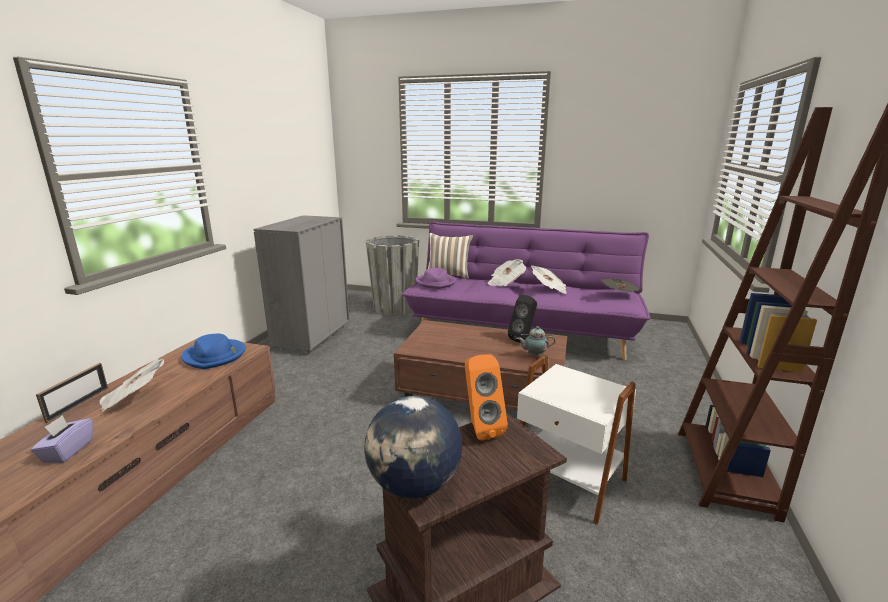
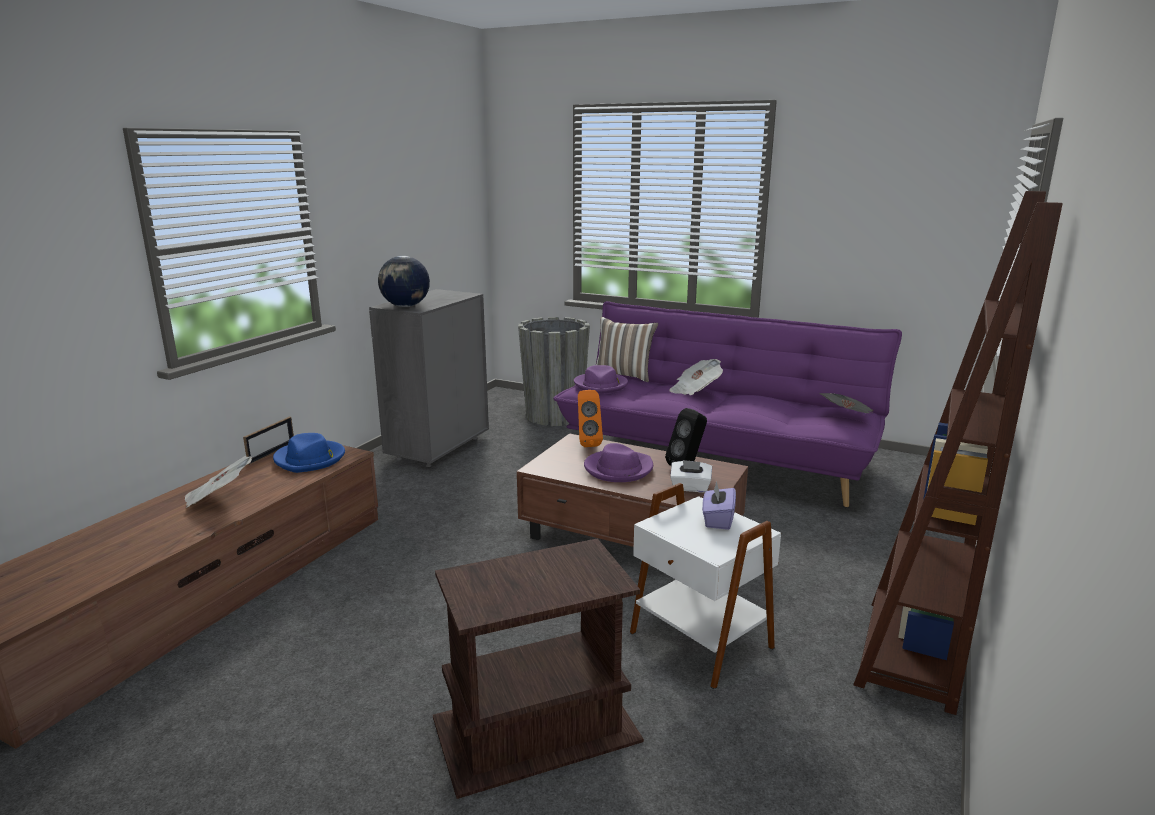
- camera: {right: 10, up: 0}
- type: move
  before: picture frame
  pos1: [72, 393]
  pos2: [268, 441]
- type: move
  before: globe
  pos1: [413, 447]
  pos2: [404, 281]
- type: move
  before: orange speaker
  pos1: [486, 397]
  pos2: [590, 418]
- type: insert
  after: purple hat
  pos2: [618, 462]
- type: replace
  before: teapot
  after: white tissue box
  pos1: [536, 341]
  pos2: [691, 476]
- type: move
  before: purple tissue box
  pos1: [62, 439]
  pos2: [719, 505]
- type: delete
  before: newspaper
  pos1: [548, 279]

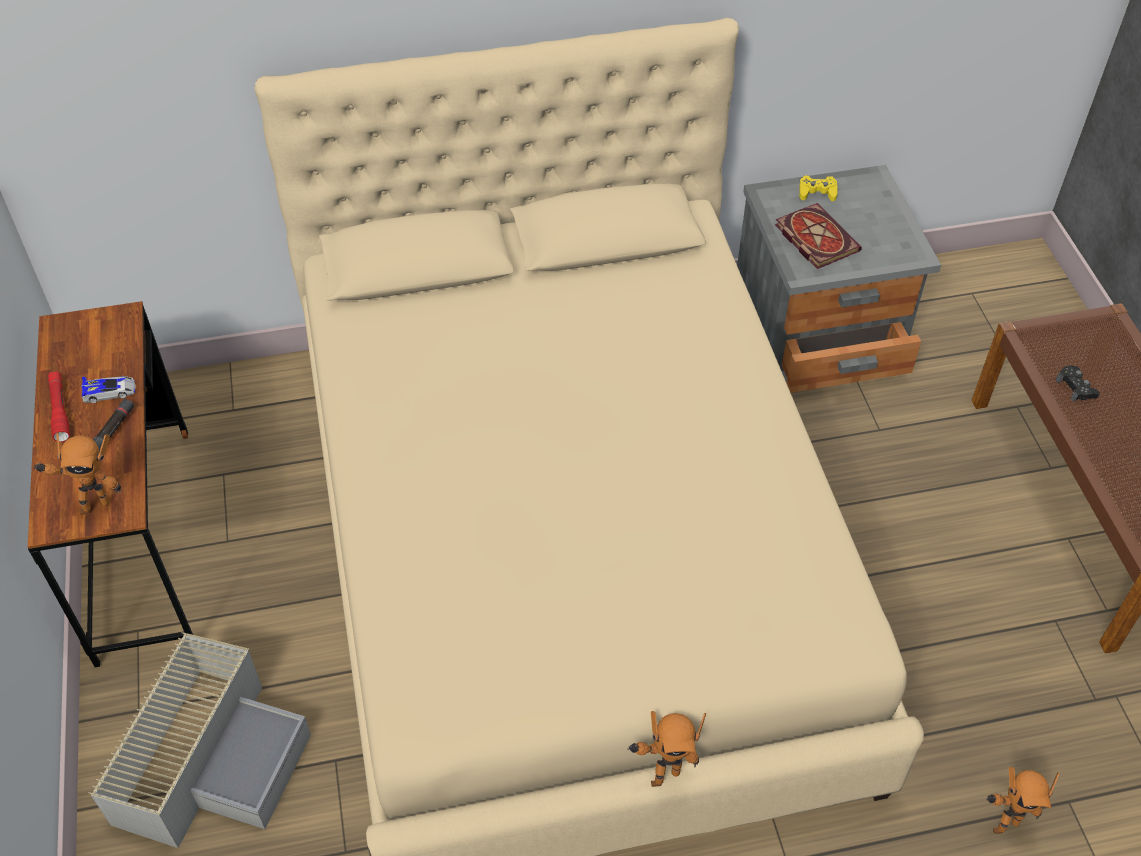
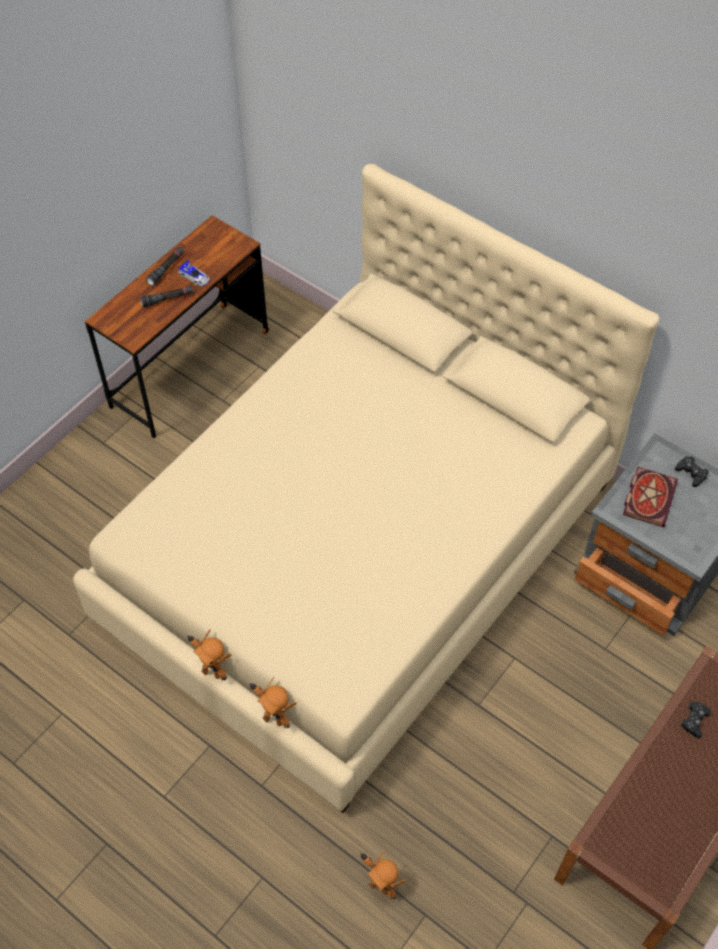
- camera: {right: 50, up: 5}
- type: recolor
  before: red flashlight
  after: black flashlight
  pos1: [59, 406]
  pos2: [165, 266]
- type: move
  before: toy robot
  pos1: [77, 473]
  pos2: [273, 703]
- type: recolor
  before: yellow game controller
  after: black game controller
  pos1: [818, 188]
  pos2: [692, 471]
- type: delete
  before: grey storage box
  pos1: [199, 740]

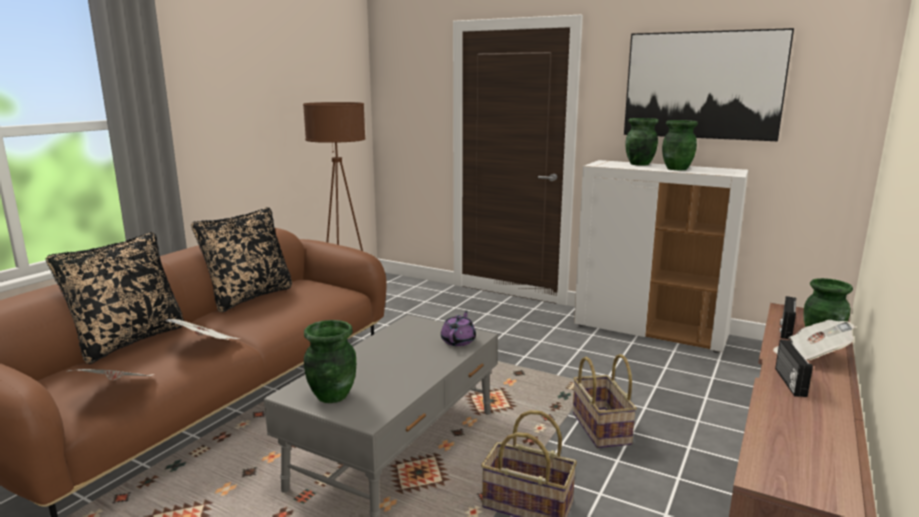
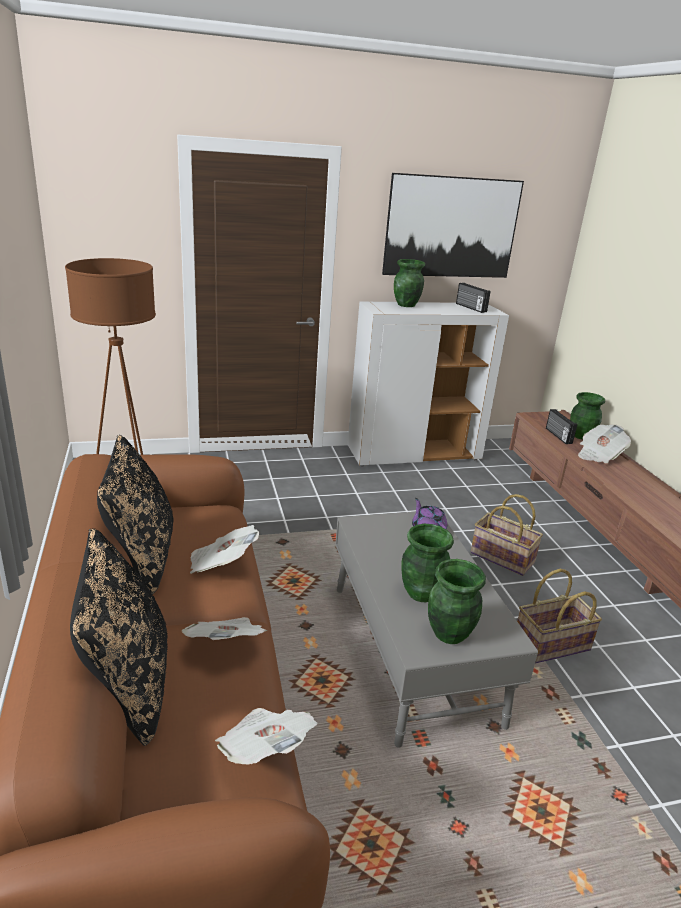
- camera: {right: -45, up: 10}
- type: insert
  after: newspaper
  pos2: [224, 549]
- type: move
  before: green vase
  pos1: [680, 145]
  pos2: [427, 563]
- type: move
  before: radio
  pos1: [794, 368]
  pos2: [473, 298]

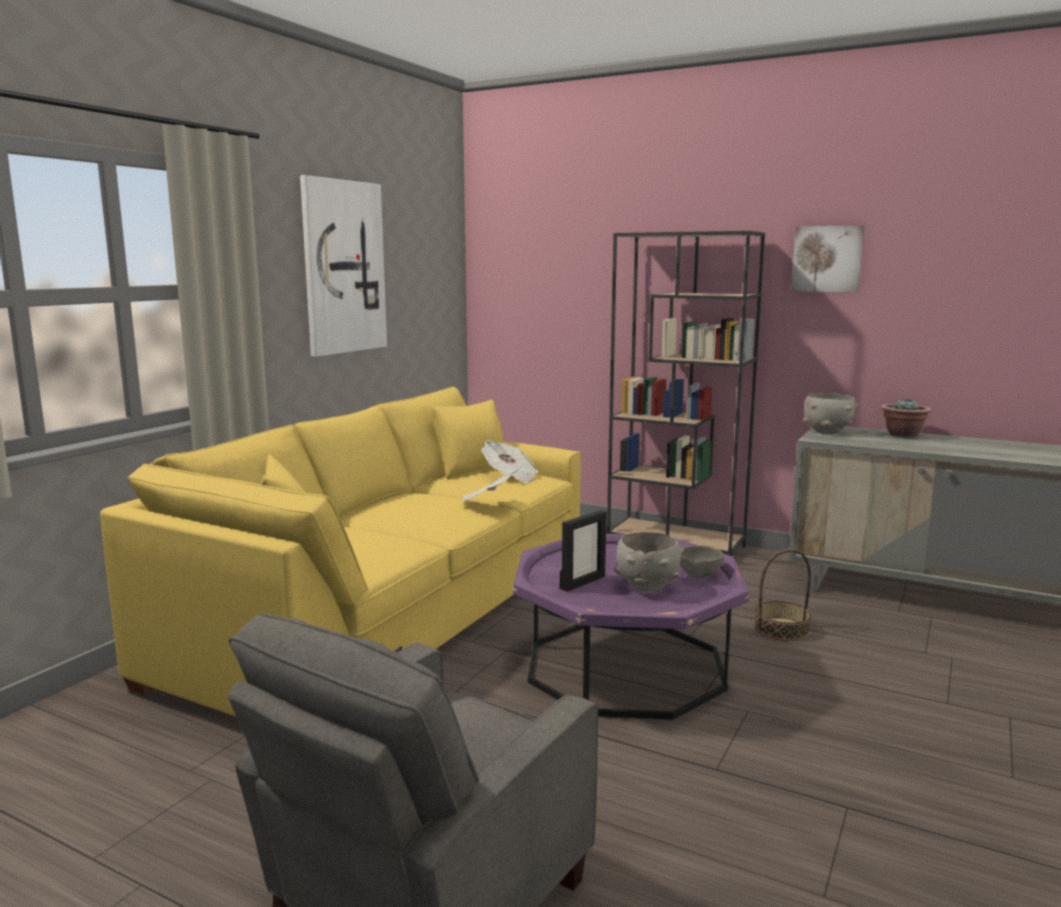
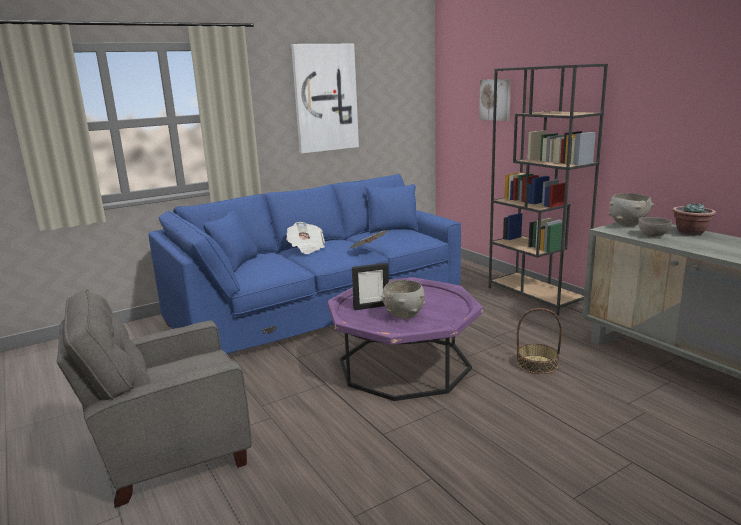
- camera: {right: 30, up: 5}
- type: recolor
  before: yellow sofa
  after: blue sofa
  pos1: [340, 551]
  pos2: [304, 264]
- type: move
  before: newspaper
  pos1: [510, 461]
  pos2: [305, 238]
- type: move
  before: picture
  pos1: [827, 259]
  pos2: [495, 100]
- type: move
  before: grey bowl
  pos1: [702, 561]
  pos2: [655, 226]

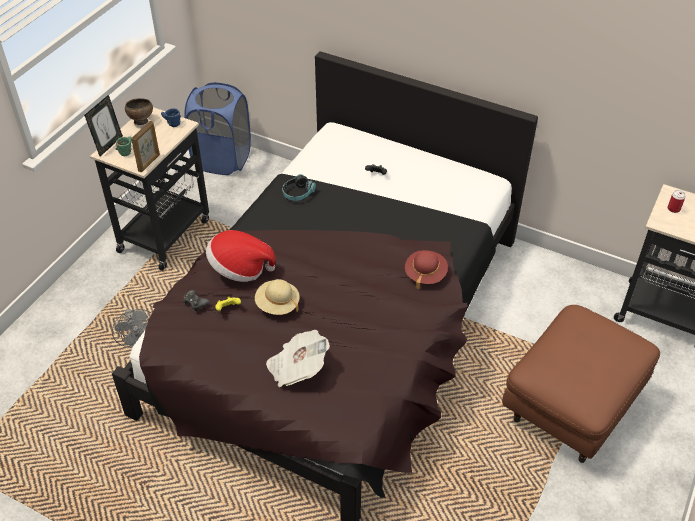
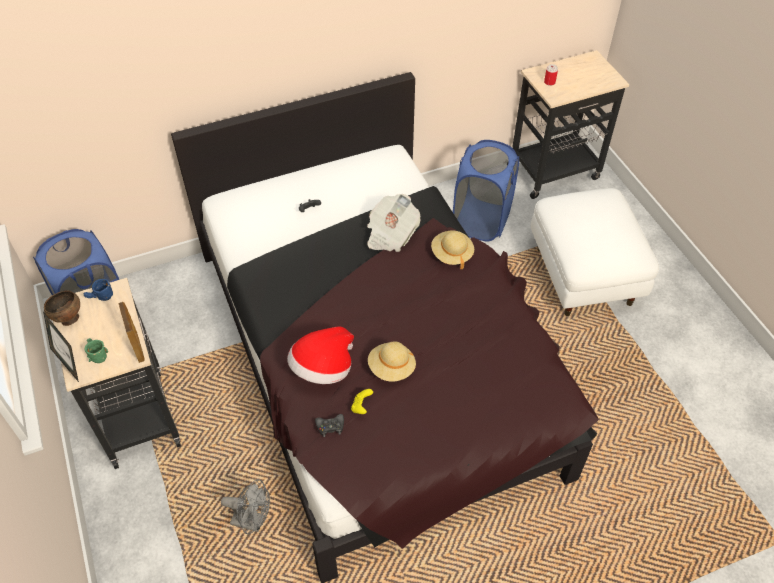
- camera: {right: -50, up: 5}
- type: move
  before: newspaper
  pos1: [298, 358]
  pos2: [394, 223]
- type: recolor
  before: red hat
  after: beige hat
  pos1: [426, 269]
  pos2: [452, 249]
- type: insert
  after: blue laundry basket
  pos2: [486, 191]
- type: recolor
  before: brown ottoman
  after: white ottoman
  pos1: [581, 384]
  pos2: [595, 252]
- type: delete
  before: headphones
  pos1: [299, 187]

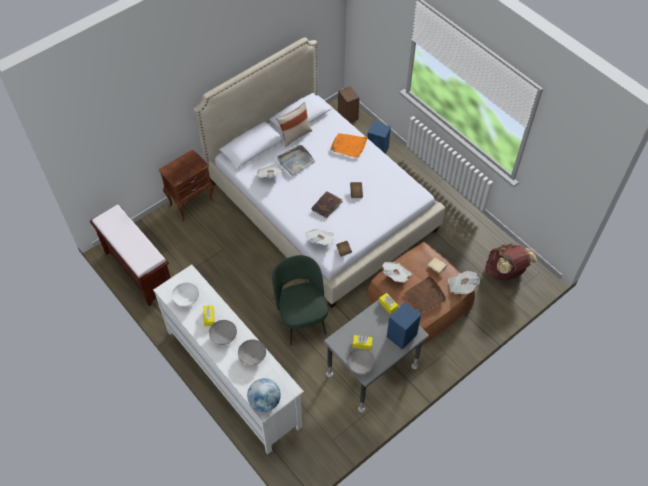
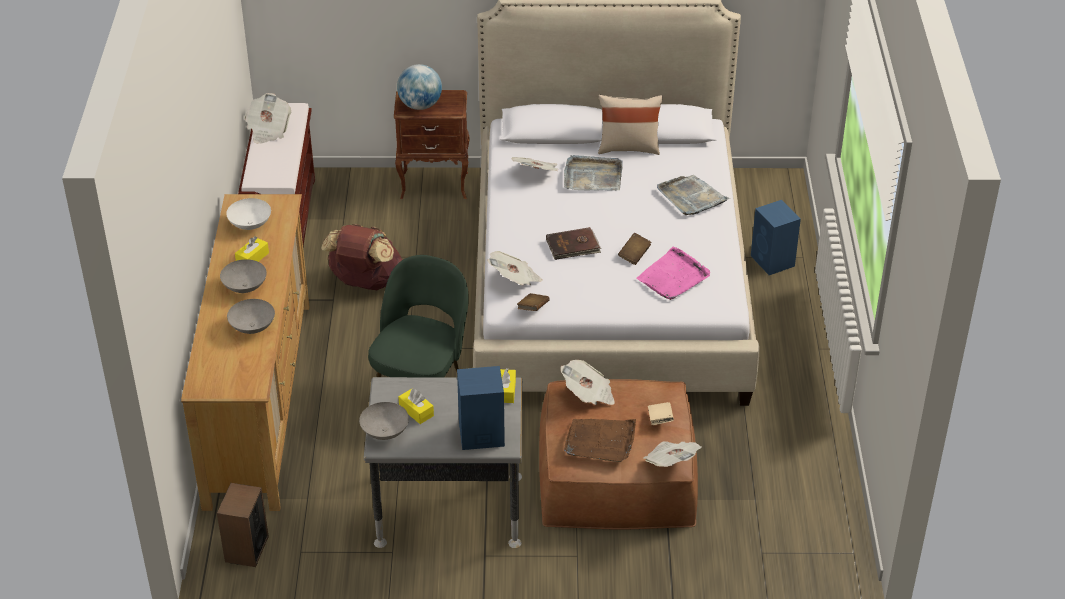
- camera: {right: 40, up: -15}
- type: recolor
  before: white dresser
  after: brown dresser
  pos1: [228, 359]
  pos2: [245, 352]
- type: move
  before: speaker
  pos1: [348, 104]
  pos2: [243, 525]
- type: insert
  after: newspaper
  pos2: [268, 118]
- type: move
  before: brown backpack
  pos1: [511, 262]
  pos2: [362, 257]
- type: move
  before: globe
  pos1: [264, 395]
  pos2: [419, 87]
- type: insert
  after: pink tray
  pos2: [673, 273]
- type: recolor
  before: orange tray
  after: grey tray
  pos1: [349, 145]
  pos2: [693, 195]

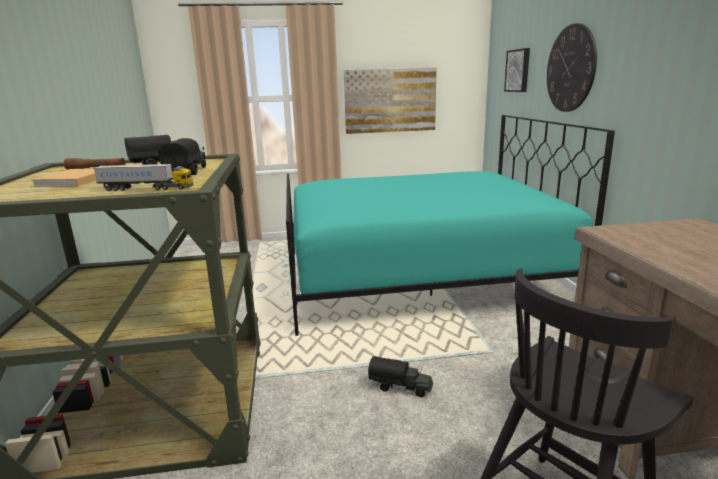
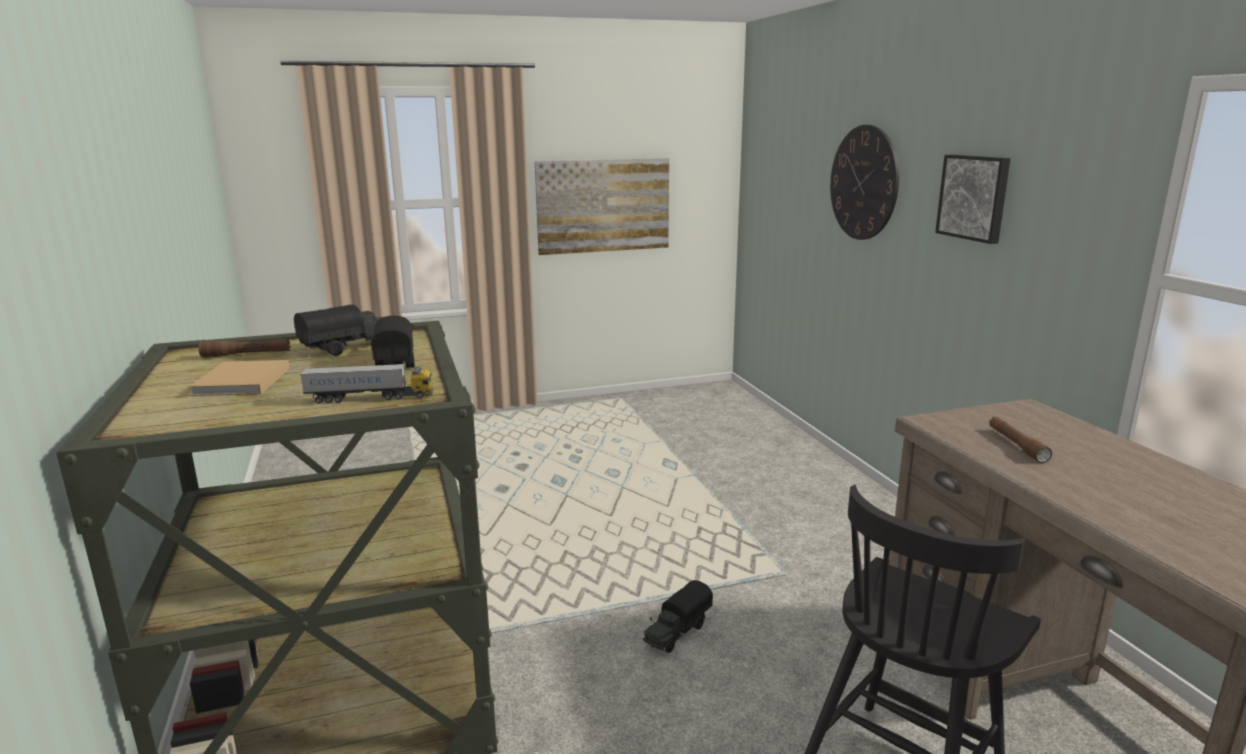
- camera: {right: -10, up: 0}
- type: rotate
  before: toy truck
  pos1: [400, 376]
  pos2: [678, 616]
  turn: 120
- type: move
  before: picture
  pos1: [517, 70]
  pos2: [973, 199]
- type: insert
  after: brown flashlight
  pos2: [1020, 440]
- type: delete
  before: turquoise bed
  pos1: [450, 225]

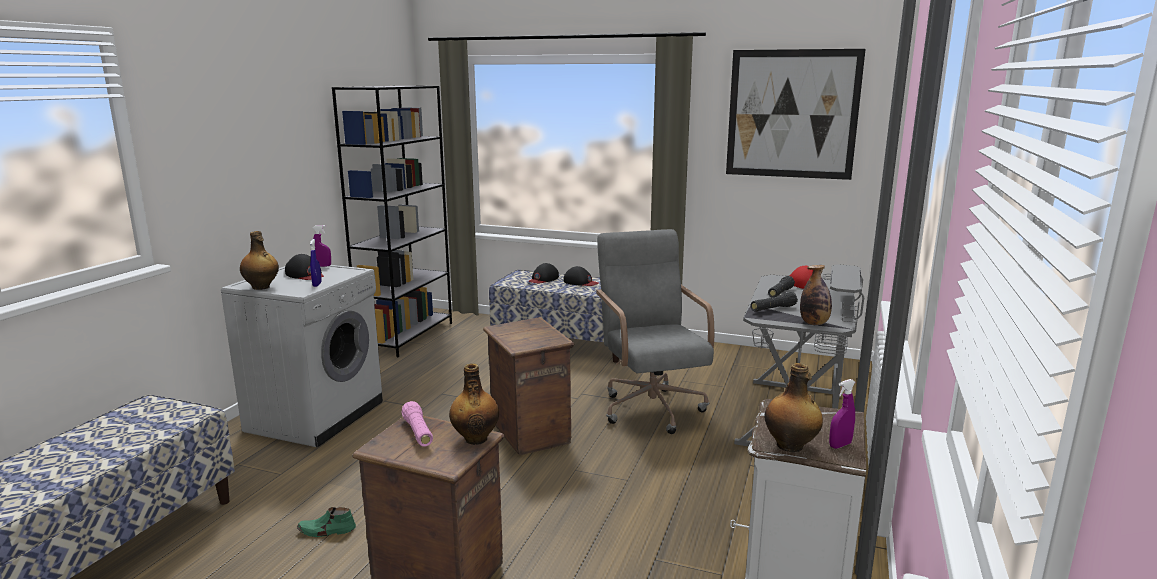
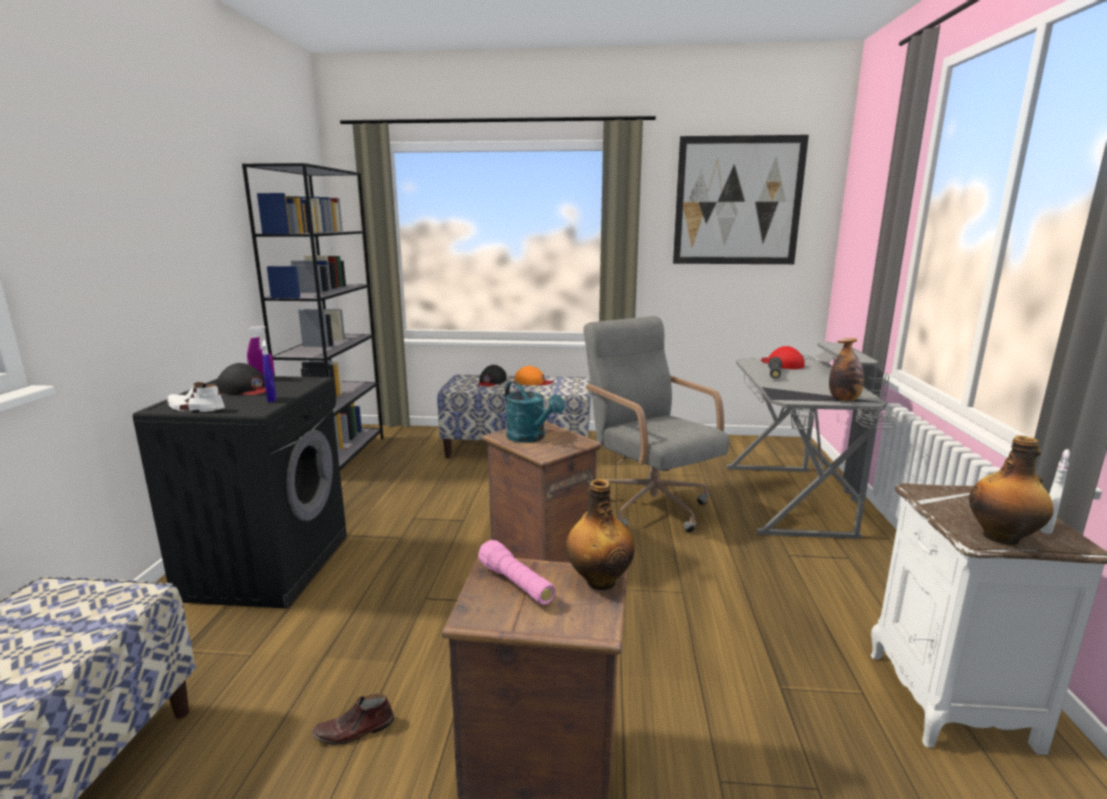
- camera: {right: -15, up: 0}
- type: recolor
  before: white washing machine
  after: black washing machine
  pos1: [302, 356]
  pos2: [239, 492]
- type: replace
  before: bottle
  after: white shoe
  pos1: [259, 260]
  pos2: [195, 397]
- type: recolor
  before: green shoe
  after: brown shoe
  pos1: [326, 522]
  pos2: [353, 719]
- type: insert
  after: turquoise watering can
  pos2: [535, 412]
- type: recolor
  before: black cap
  after: orange cap
  pos1: [581, 276]
  pos2: [533, 375]
- type: recolor
  before: purple spray bottle
  after: white spray bottle
  pos1: [842, 414]
  pos2: [1055, 491]
- type: delete
  before: black flashlight
  pos1: [774, 302]

